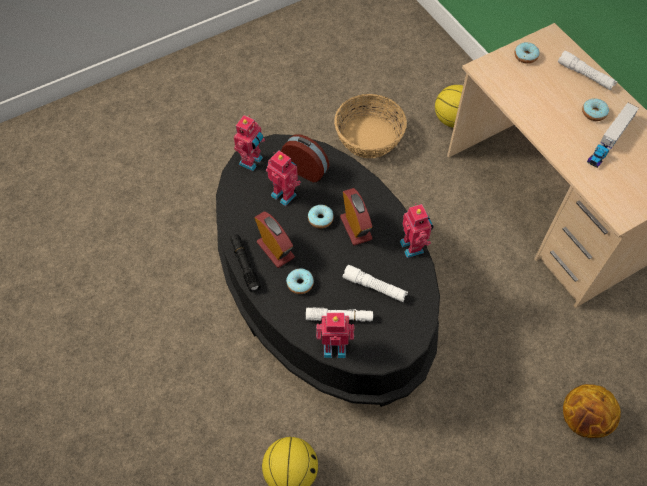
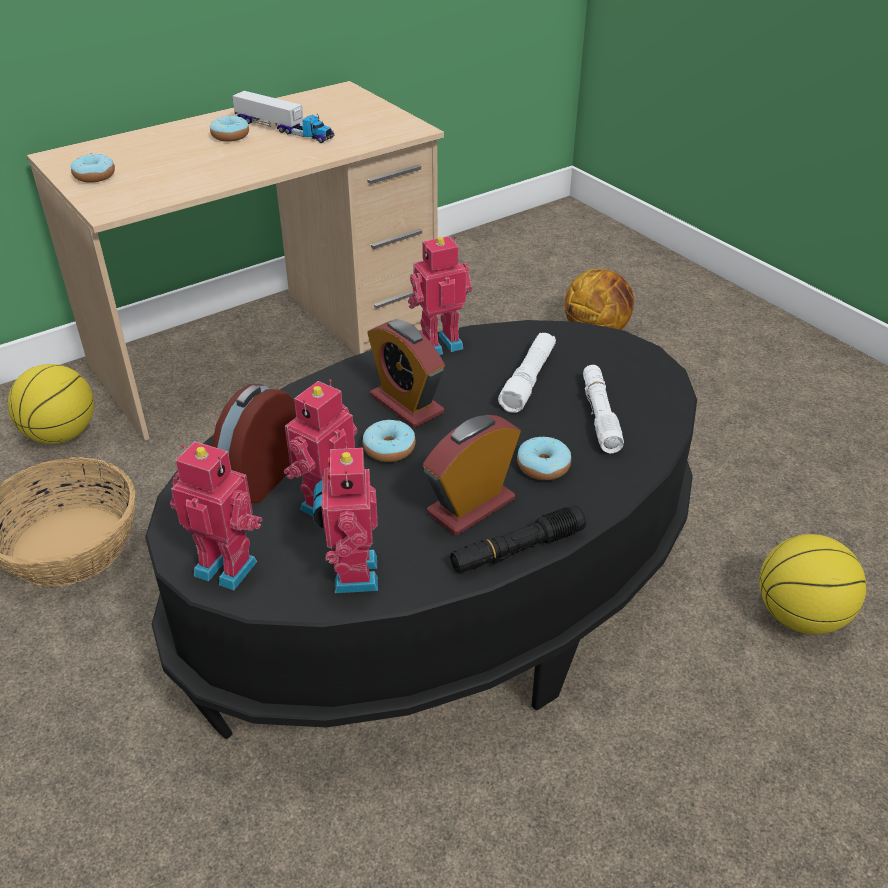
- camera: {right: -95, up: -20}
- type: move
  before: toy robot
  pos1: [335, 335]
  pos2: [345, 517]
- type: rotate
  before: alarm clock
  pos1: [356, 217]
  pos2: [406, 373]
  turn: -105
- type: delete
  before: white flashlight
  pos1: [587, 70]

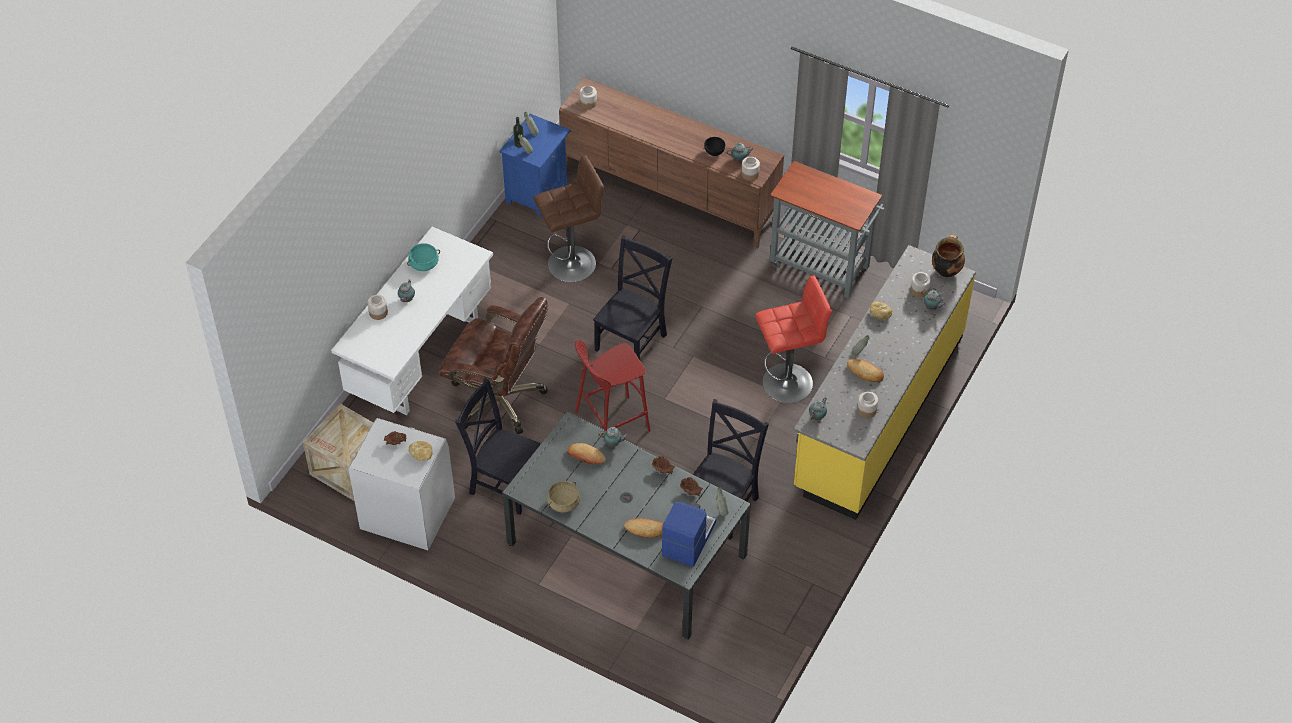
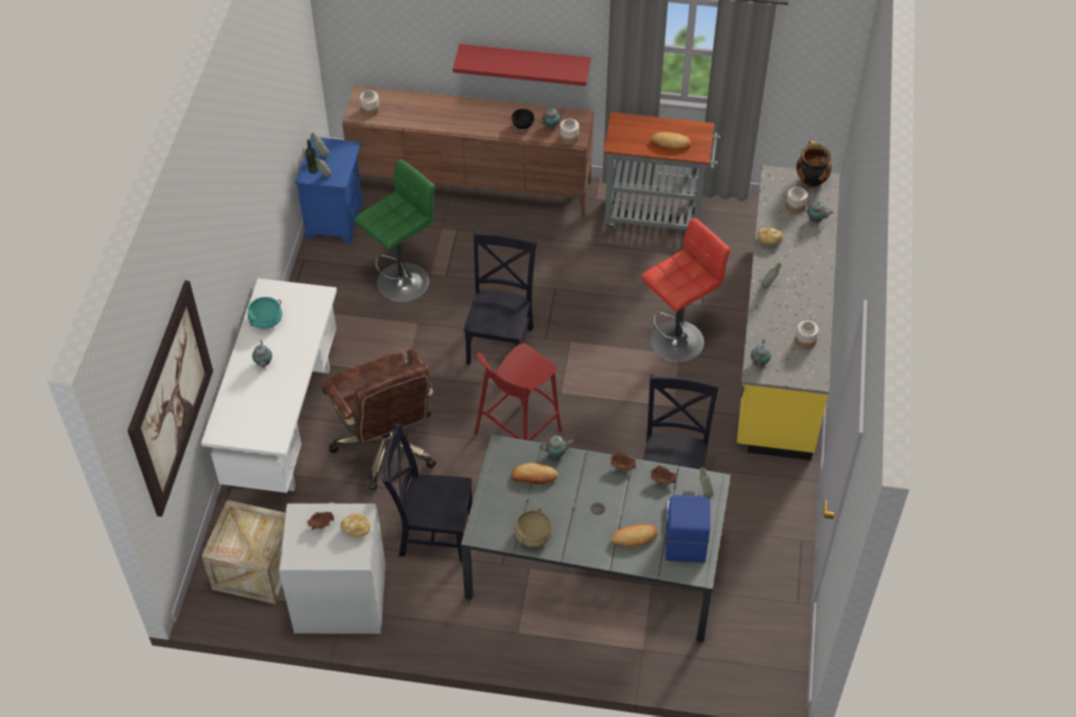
- camera: {right: -20, up: 0}
- type: insert
  after: picture
  pos2: [170, 399]
- type: rotate
  before: brown office chair
  pos1: [493, 365]
  pos2: [378, 419]
  turn: 60
- type: recolor
  before: brown stool
  after: green stool
  pos1: [568, 218]
  pos2: [395, 230]
- type: insert
  after: red shelf
  pos2: [522, 65]
- type: move
  before: bread
  pos1: [865, 370]
  pos2: [671, 141]
- type: delete
  before: jar
  pos1: [378, 307]

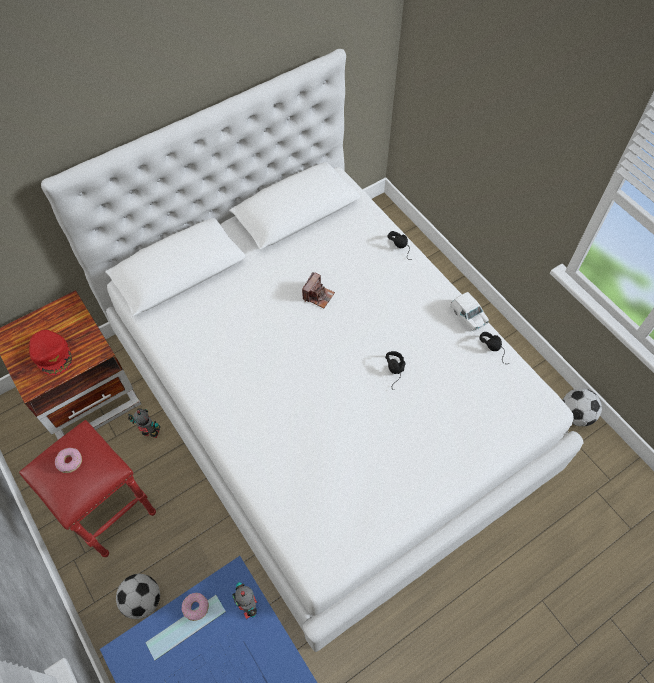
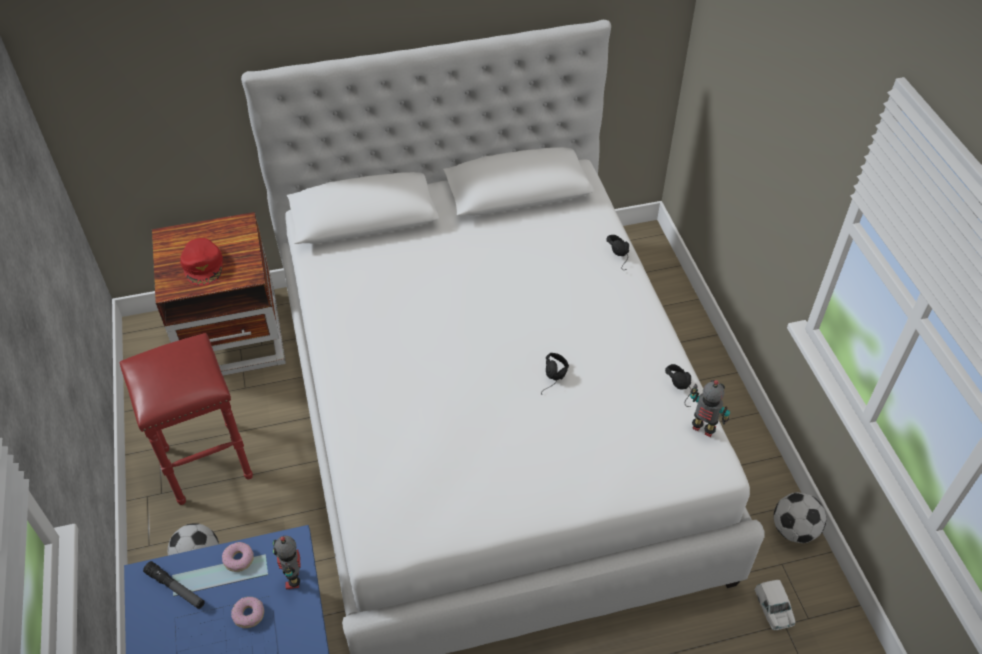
- camera: {right: 20, up: -10}
- type: insert
  after: flashlight
  pos2: [174, 585]
- type: move
  before: donut
  pos1: [68, 460]
  pos2: [247, 612]
- type: move
  before: toy robot
  pos1: [144, 423]
  pos2: [710, 408]
- type: move
  before: white toy car
  pos1: [469, 311]
  pos2: [775, 605]
- type: delete
  before: photo camera
  pos1: [318, 290]

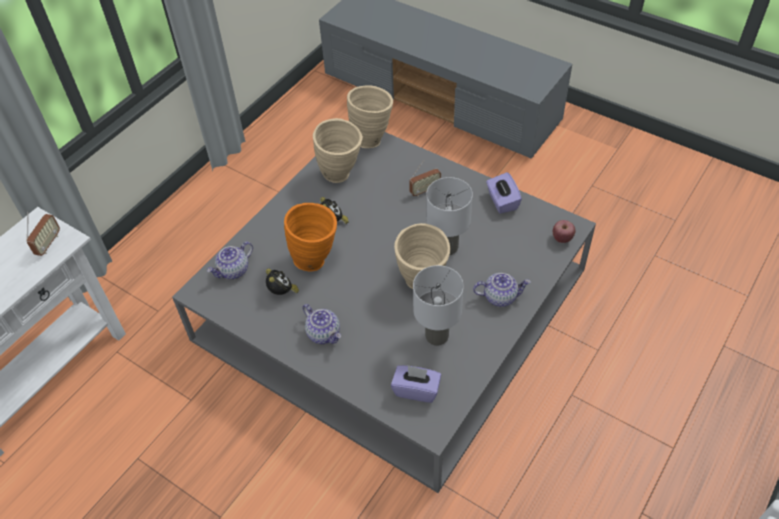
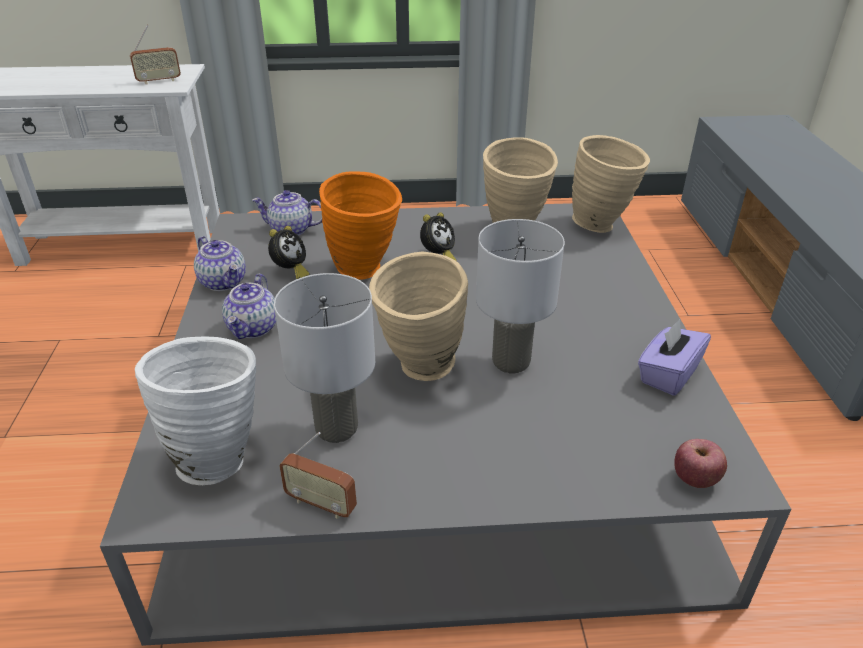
- camera: {right: 50, up: -15}
- type: replace
  before: purple tissue box
  after: white vase
  pos1: [416, 384]
  pos2: [195, 411]
- type: move
  before: teapot
  pos1: [502, 290]
  pos2: [220, 263]
- type: move
  before: radio
  pos1: [425, 178]
  pos2: [318, 475]

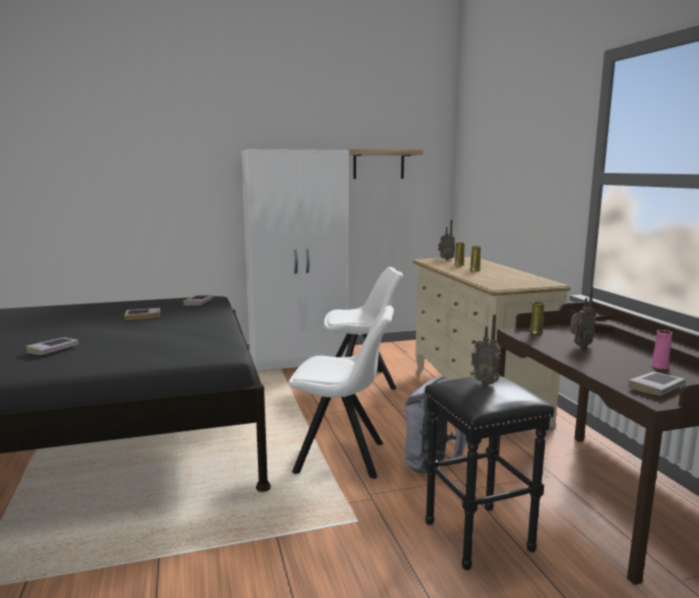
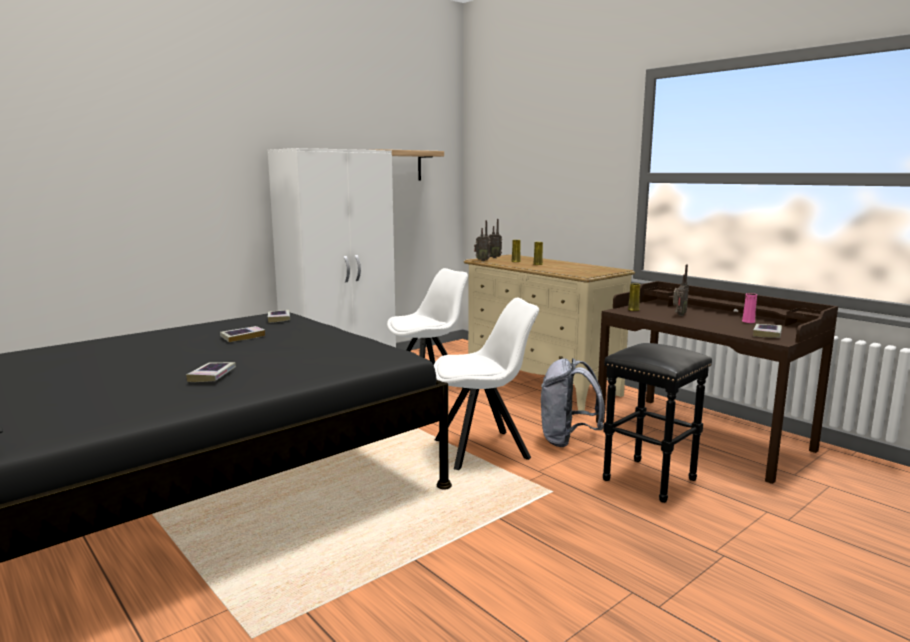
- camera: {right: -25, up: 0}
- type: move
  before: radio
  pos1: [486, 349]
  pos2: [482, 240]

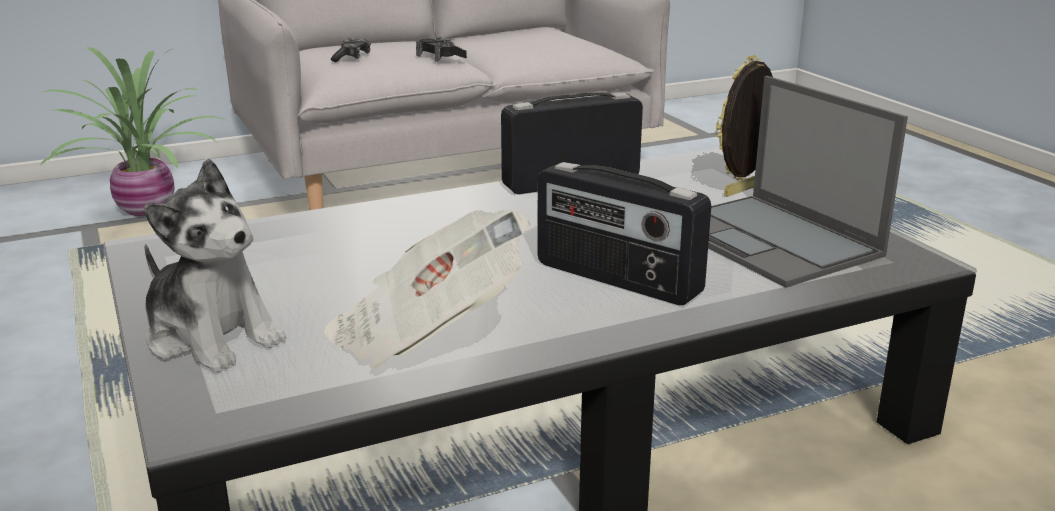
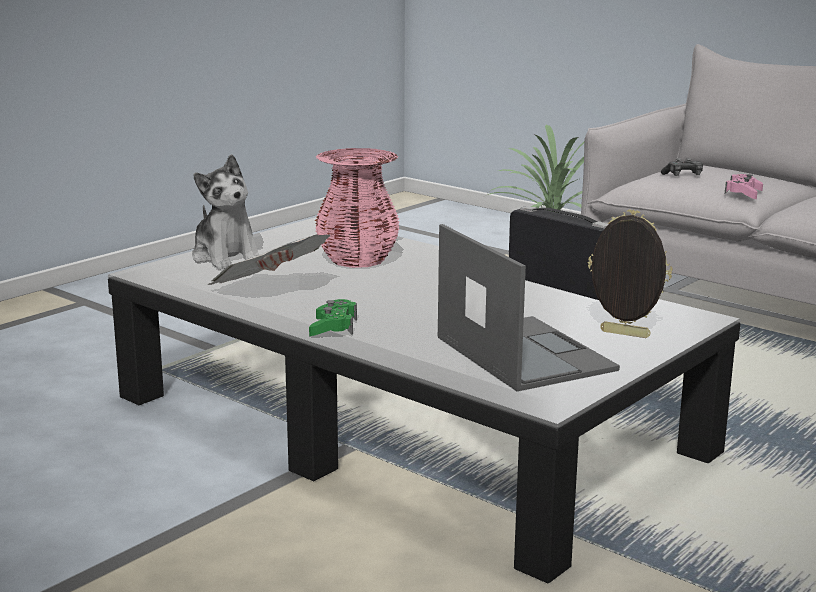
- camera: {right: 65, up: -5}
- type: rotate
  before: plush toy
  pos1: [215, 265]
  pos2: [225, 212]
  turn: -45
- type: insert
  after: green game controller
  pos2: [333, 317]
- type: insert
  after: pink vase
  pos2: [357, 208]
- type: rotate
  before: laptop
  pos1: [808, 182]
  pos2: [529, 307]
  turn: 120
- type: recolor
  before: black game controller
  after: pink game controller
  pos1: [441, 49]
  pos2: [743, 186]
- type: delete
  before: radio
  pos1: [624, 233]

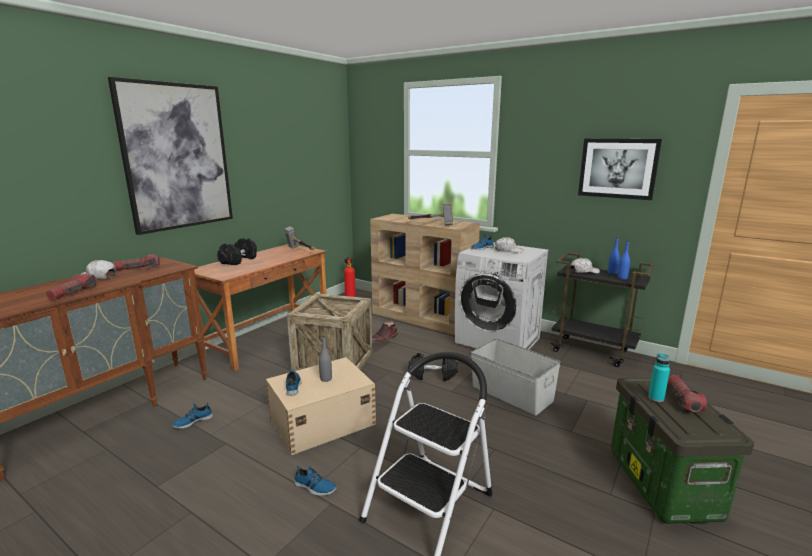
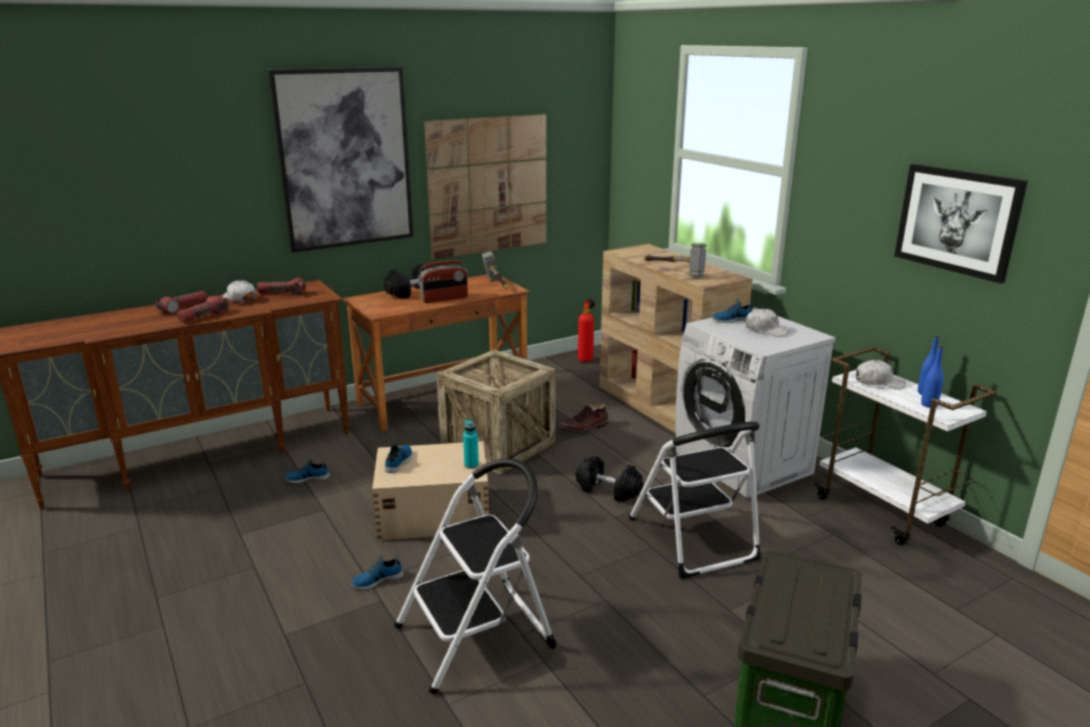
- camera: {right: 25, up: 5}
- type: move
  before: flashlight
  pos1: [687, 393]
  pos2: [181, 302]
- type: rotate
  before: shoe
  pos1: [315, 480]
  pos2: [376, 572]
  turn: 105
- type: insert
  after: radio
  pos2: [443, 281]
- type: insert
  after: picture
  pos2: [485, 186]
- type: move
  before: turquoise bottle
  pos1: [659, 377]
  pos2: [471, 444]
- type: replace
  before: grey storage box
  after: step ladder
  pos1: [516, 377]
  pos2: [695, 500]
- type: recolor
  before: black cart
  after: white cart
  pos1: [602, 310]
  pos2: [905, 445]
- type: delete
  before: grey bottle
  pos1: [325, 359]

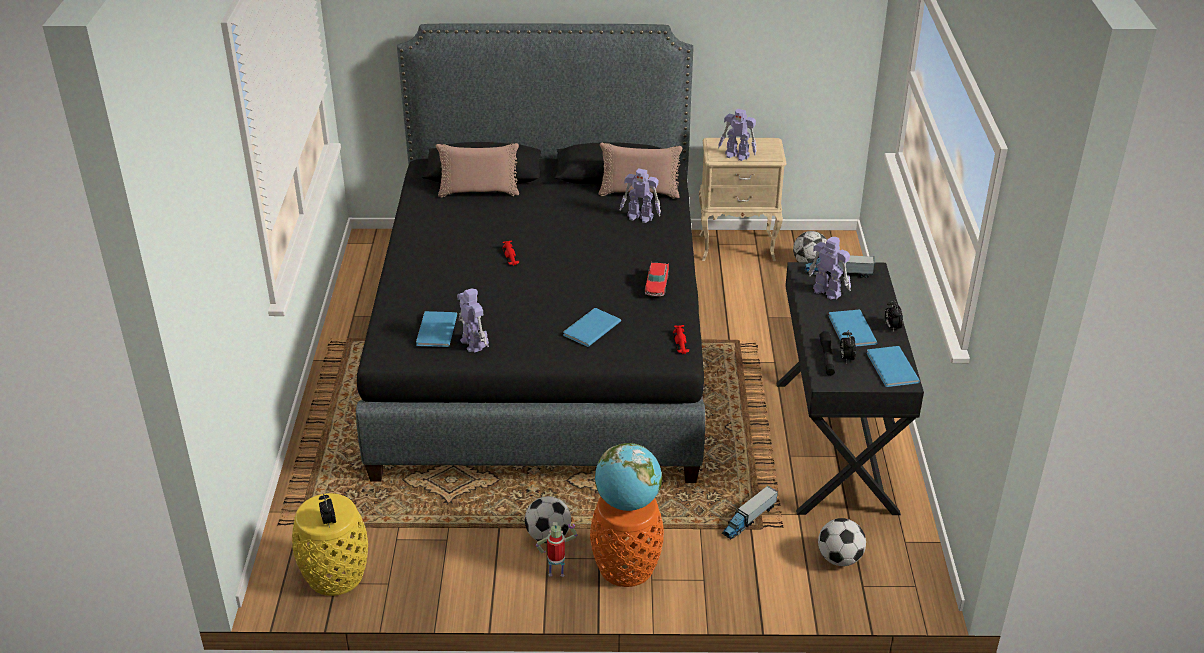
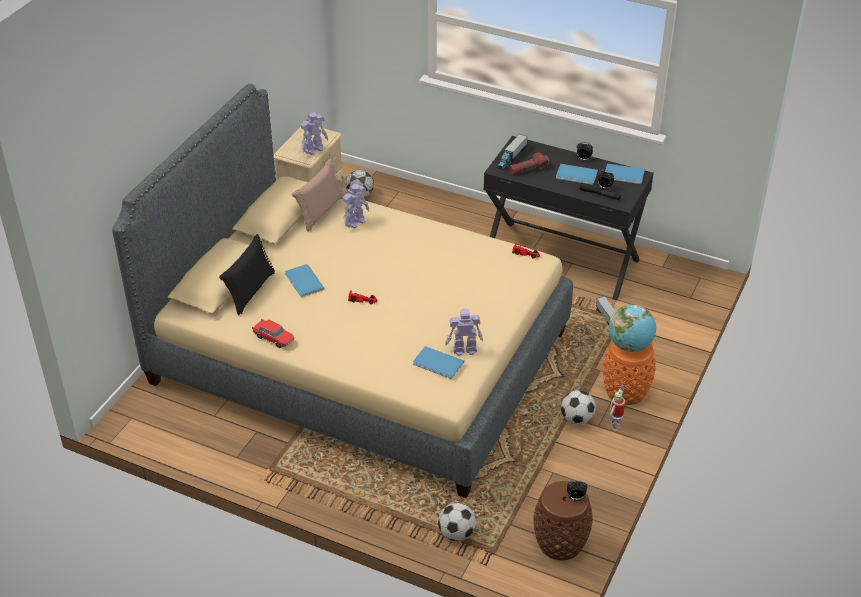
- camera: {right: -65, up: 5}
- type: recolor
  before: black bed
  after: beige bed
  pos1: [530, 253]
  pos2: [342, 291]
- type: recolor
  before: beige pillow
  after: black pillow
  pos1: [477, 170]
  pos2: [247, 274]
- type: move
  before: toy car
  pos1: [657, 278]
  pos2: [273, 333]
- type: move
  before: blue book
  pos1: [592, 327]
  pos2: [305, 280]
- type: move
  before: football
  pos1: [842, 542]
  pos2: [457, 522]
- type: replace
  before: toy robot
  after: flashlight
  pos1: [829, 268]
  pos2: [529, 163]
- type: recolor
  before: yellow stool
  after: brown stool
  pos1: [330, 544]
  pos2: [563, 520]

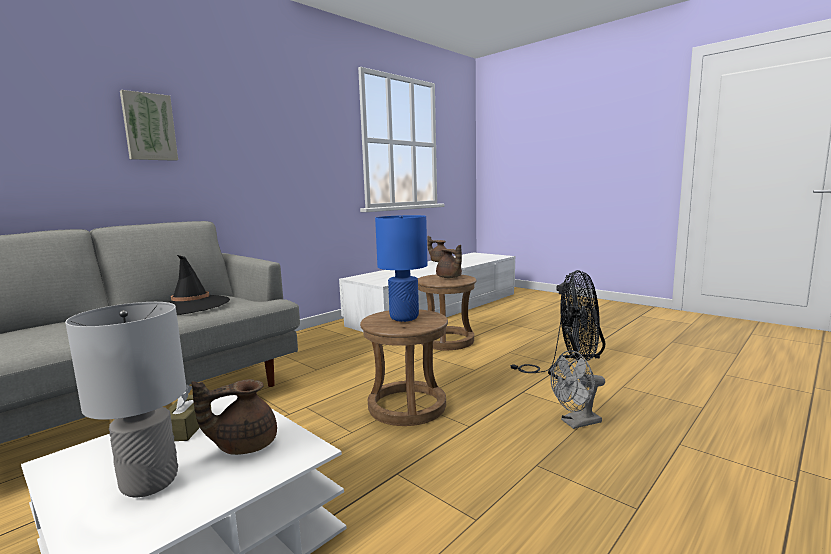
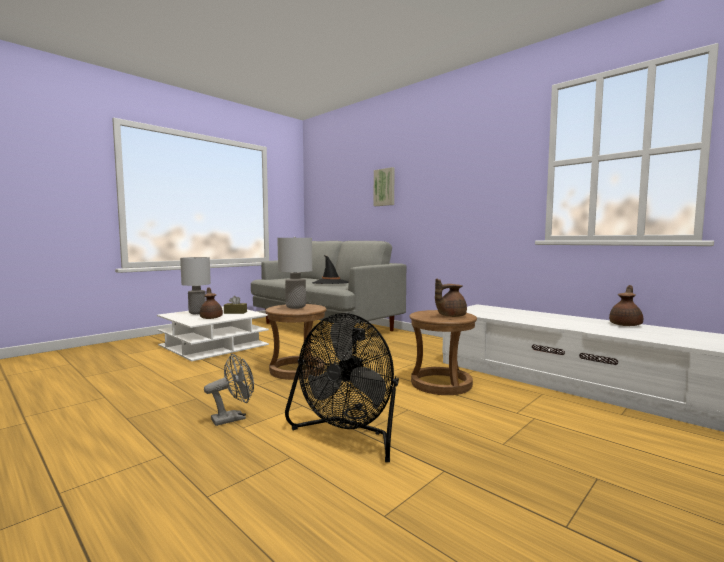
- camera: {right: 90, up: -5}
- type: rotate
  before: grey fan
  pos1: [578, 389]
  pos2: [229, 390]
  turn: 75
- type: recolor
  before: blue table lamp
  after: grey table lamp
  pos1: [401, 268]
  pos2: [294, 273]

